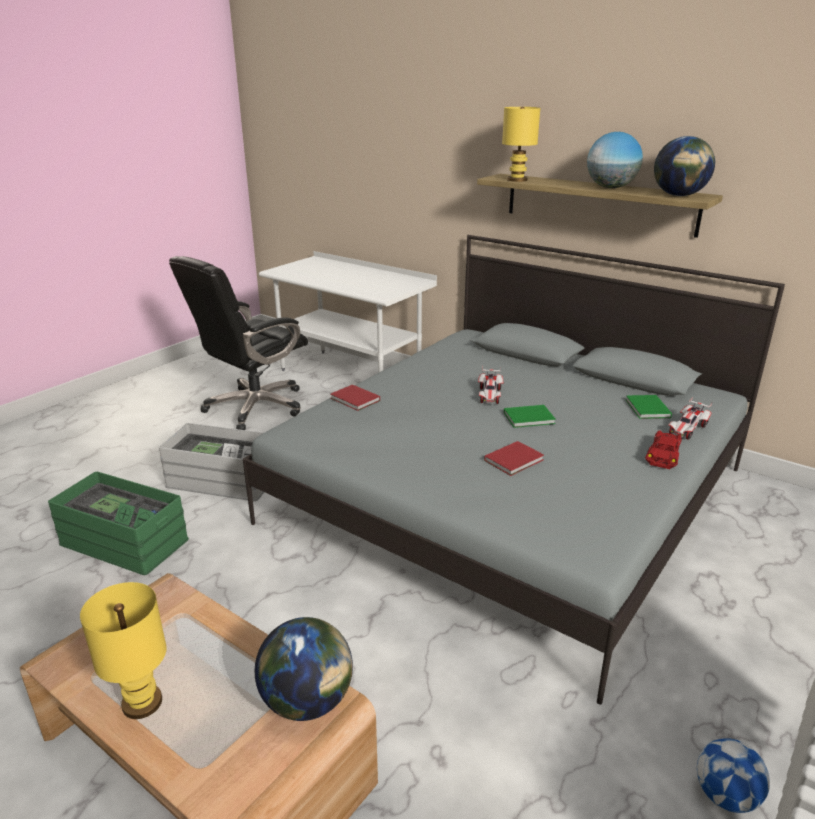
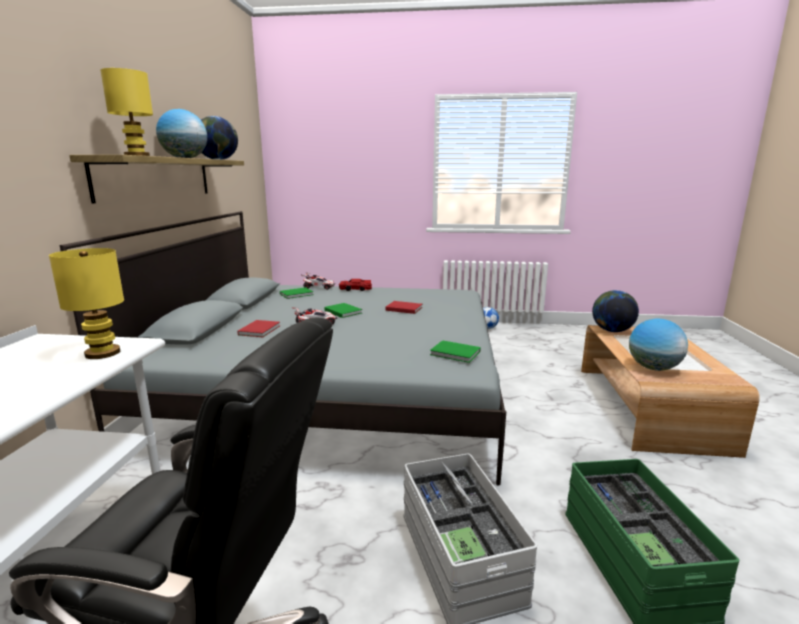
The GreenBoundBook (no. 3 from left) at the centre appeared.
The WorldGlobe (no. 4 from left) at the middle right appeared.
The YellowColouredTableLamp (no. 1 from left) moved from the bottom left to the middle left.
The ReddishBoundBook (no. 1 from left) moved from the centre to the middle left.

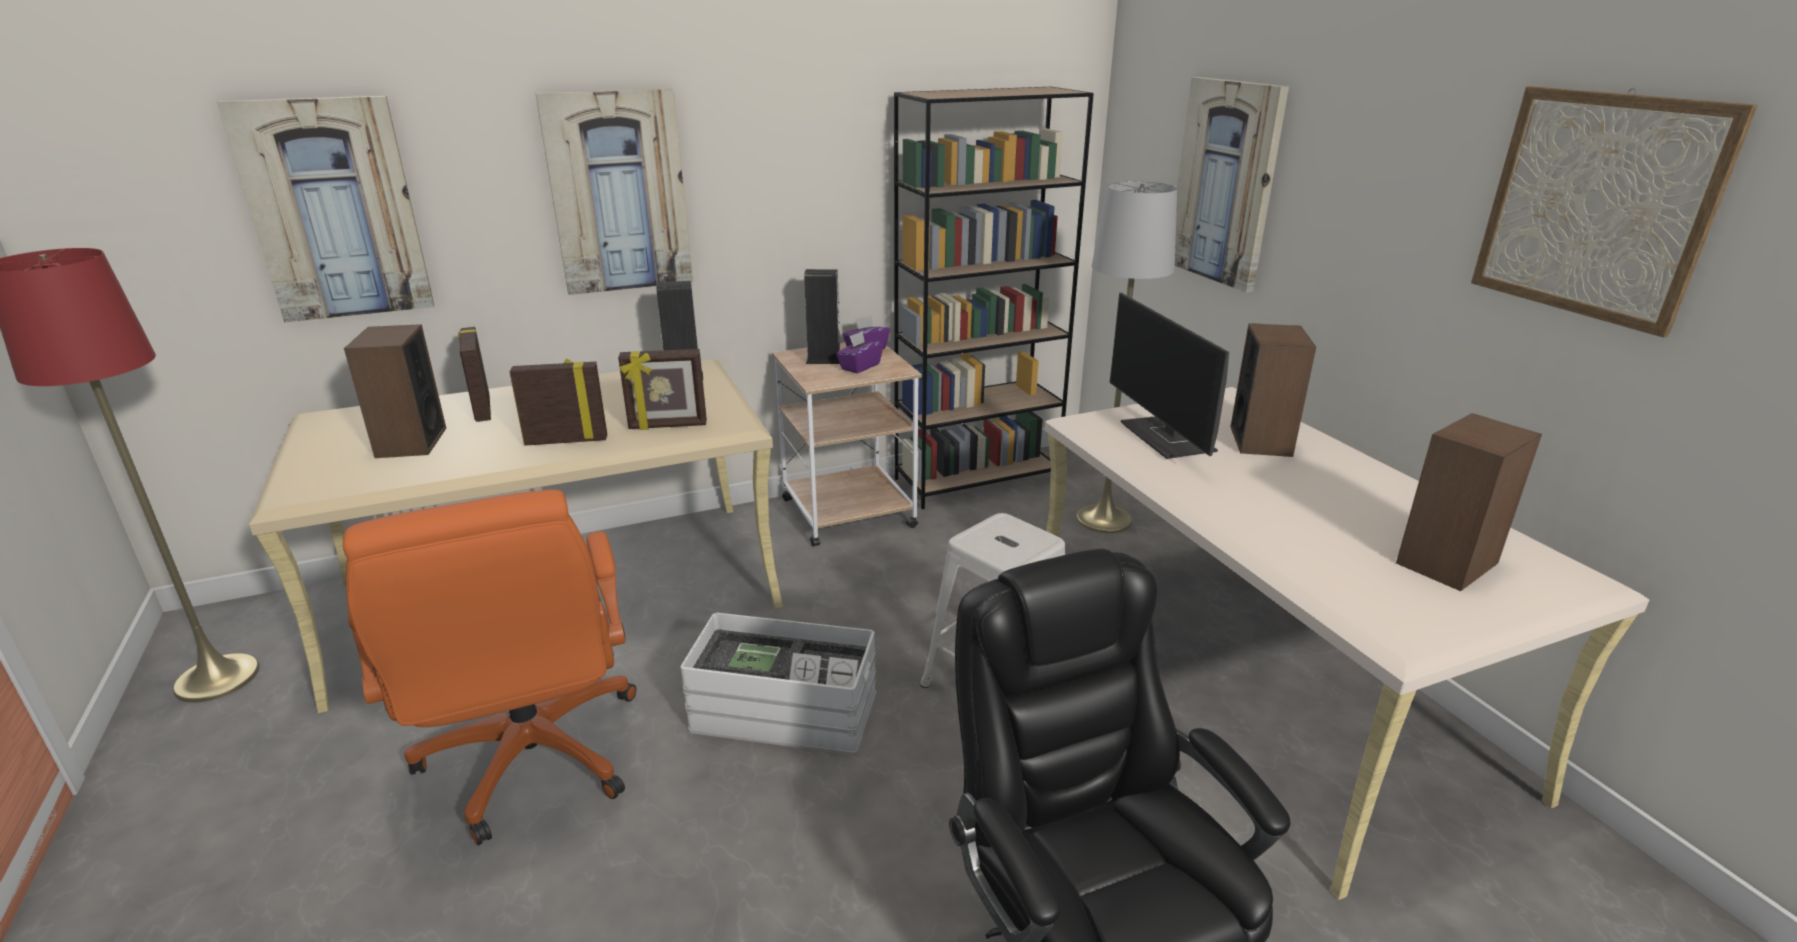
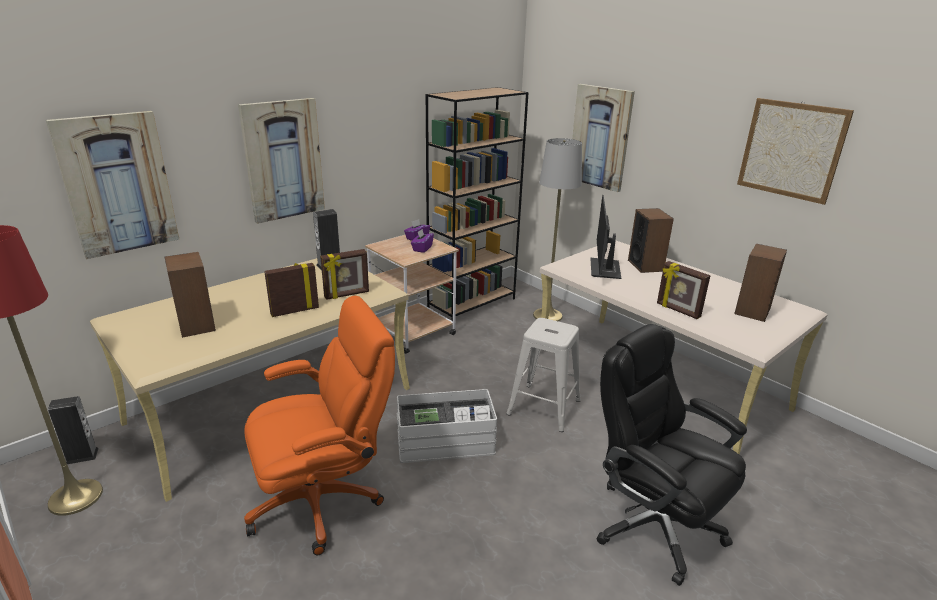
The PictureFrame (no. 1 from left in the first image) moved from the middle left to the middle right.
The AudioSpeaker (no. 3 from left in the first image) moved from the centre to the bottom left.
The OrangeyComputerChair at the bottom left turned 75 degrees counterclockwise.
The Monitor at the centre turned 45 degrees clockwise.

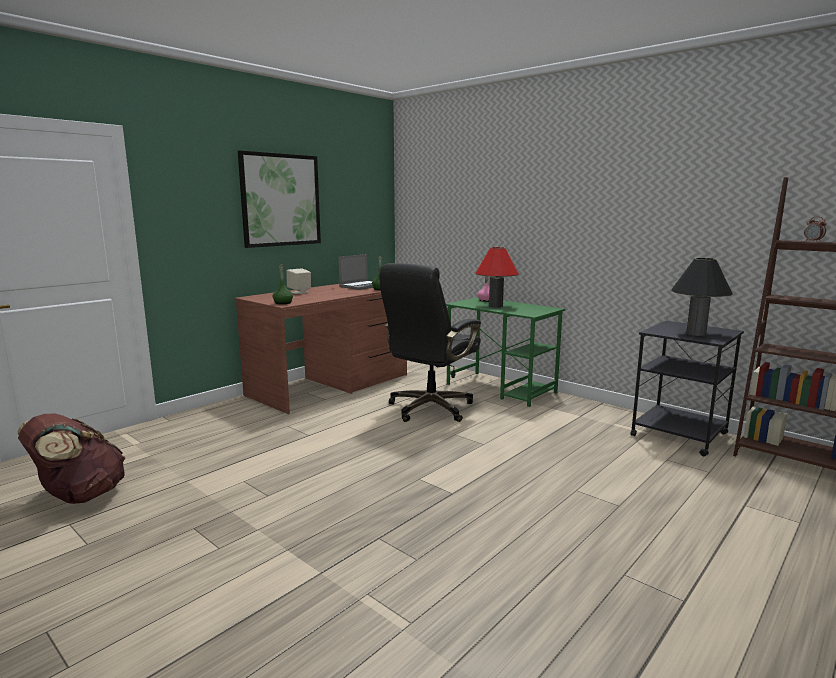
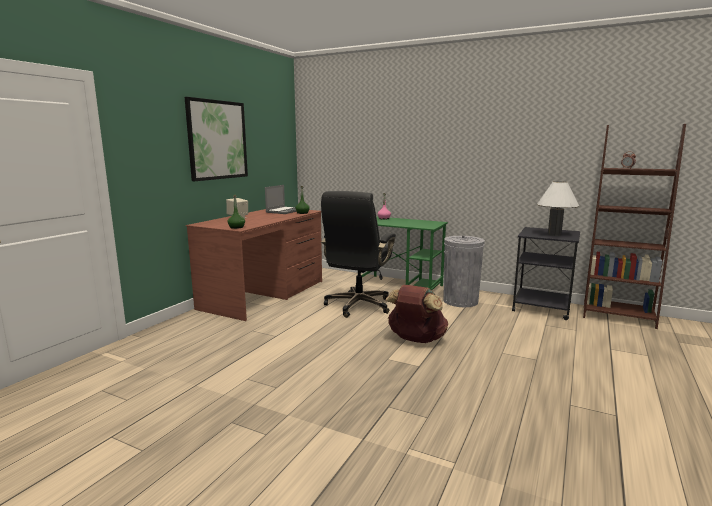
The ReddishTableLamp at the centre disappeared.
The GrayWasteBin at the centre appeared.
The BrownColouredBackpack moved from the bottom left to the centre.
The BlackColouredTableLamp at the middle right became the WhiteTableLamp at the middle right.

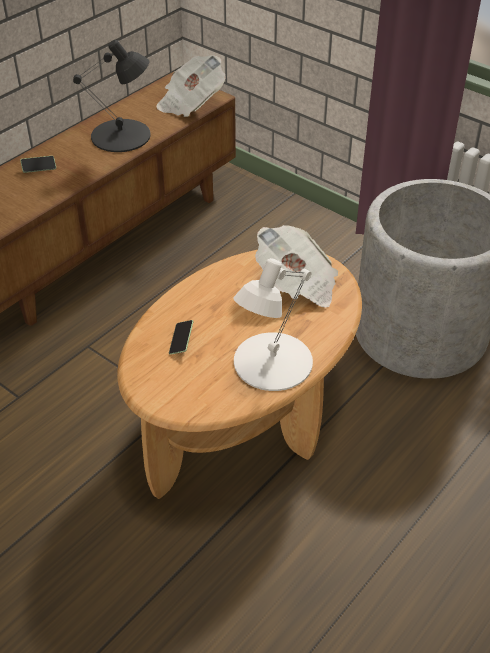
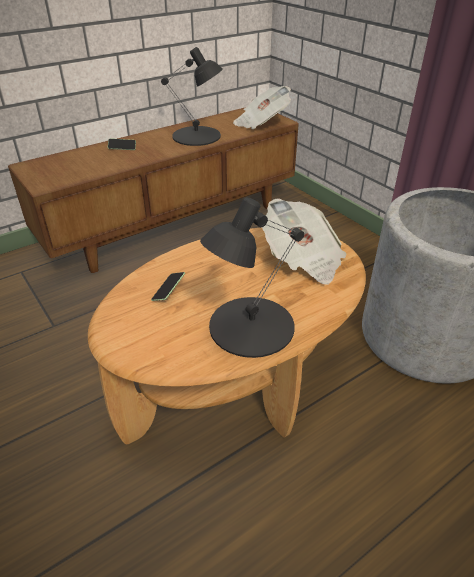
The WhiteTableLamp at the centre became the BlackColouredTableLamp (no. 2 from left) at the centre.

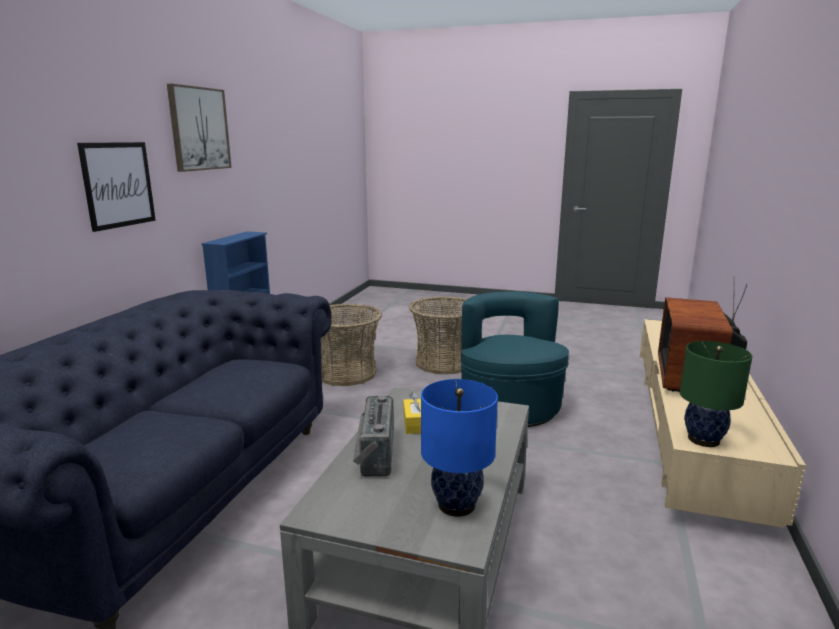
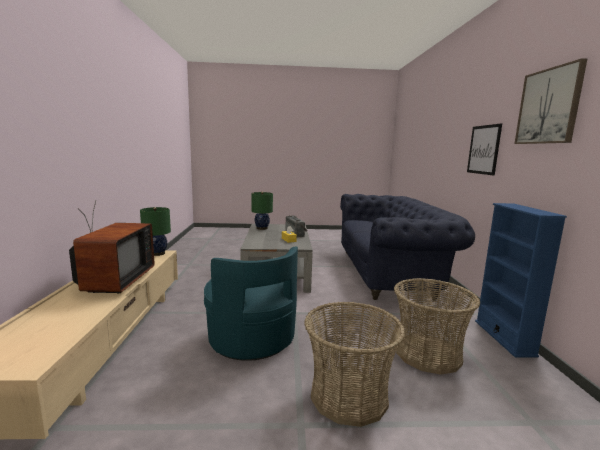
The BlueTableLamp at the bottom centre became the GreenTableLamp (no. 2 from left) at the centre.

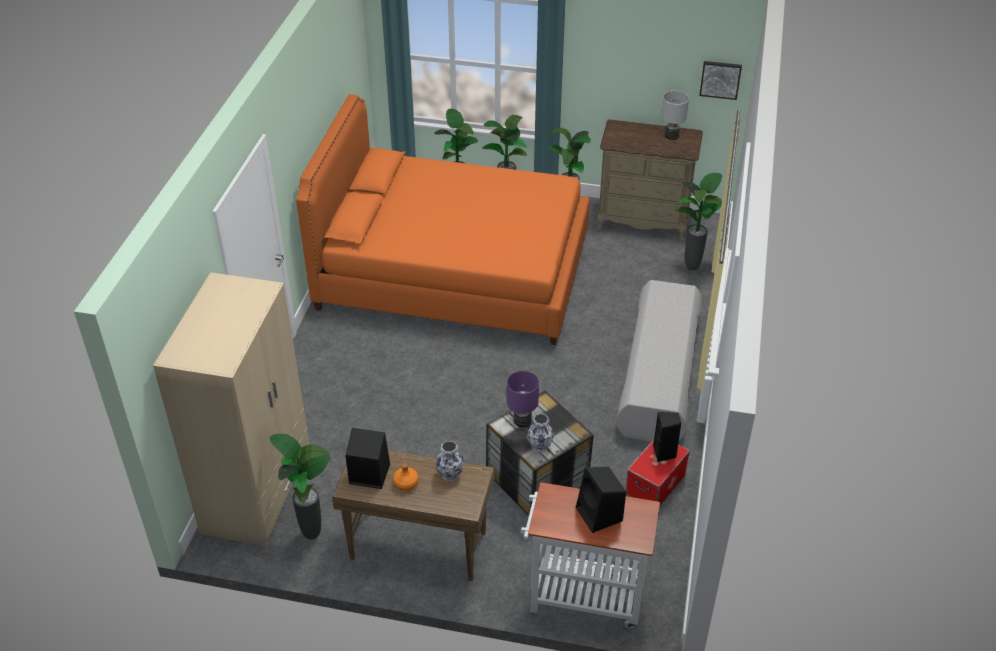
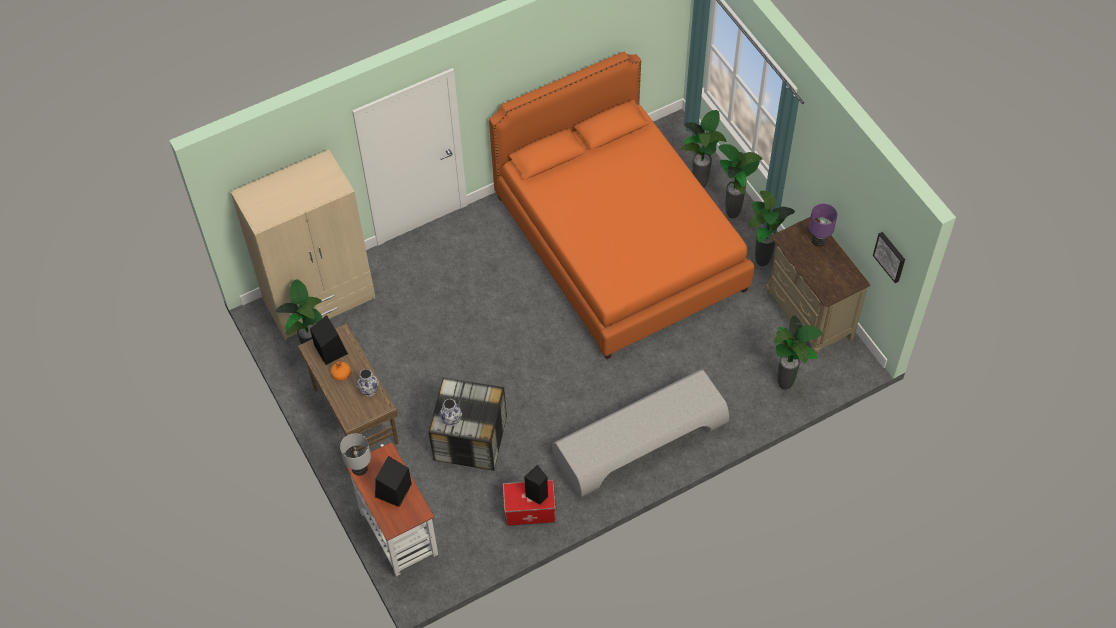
The PurplishTableLamp moved from the centre to the middle right.
The GrayTableLamp moved from the top right to the bottom left.

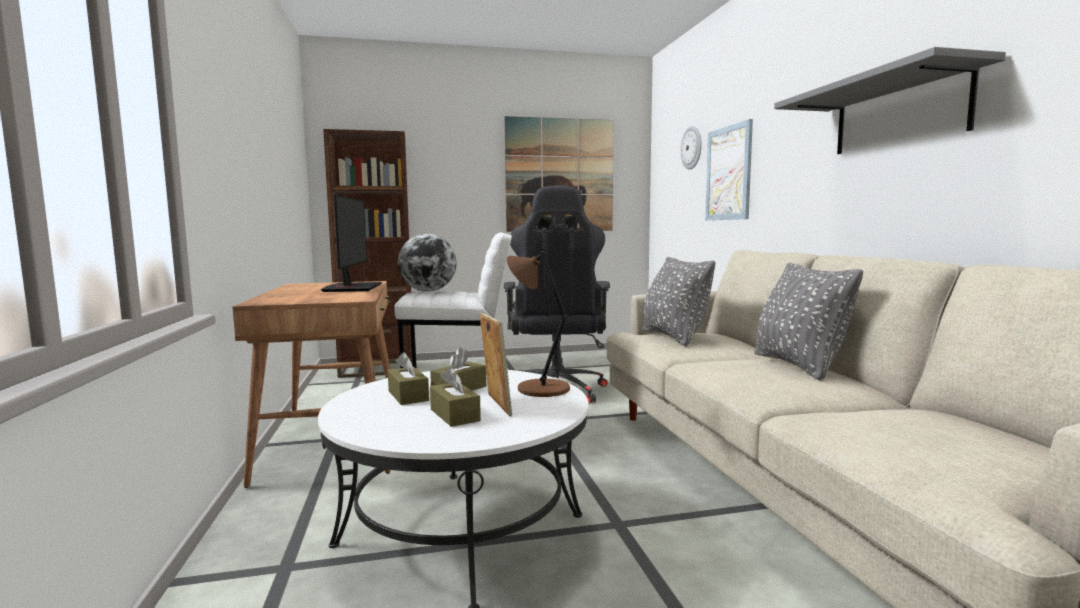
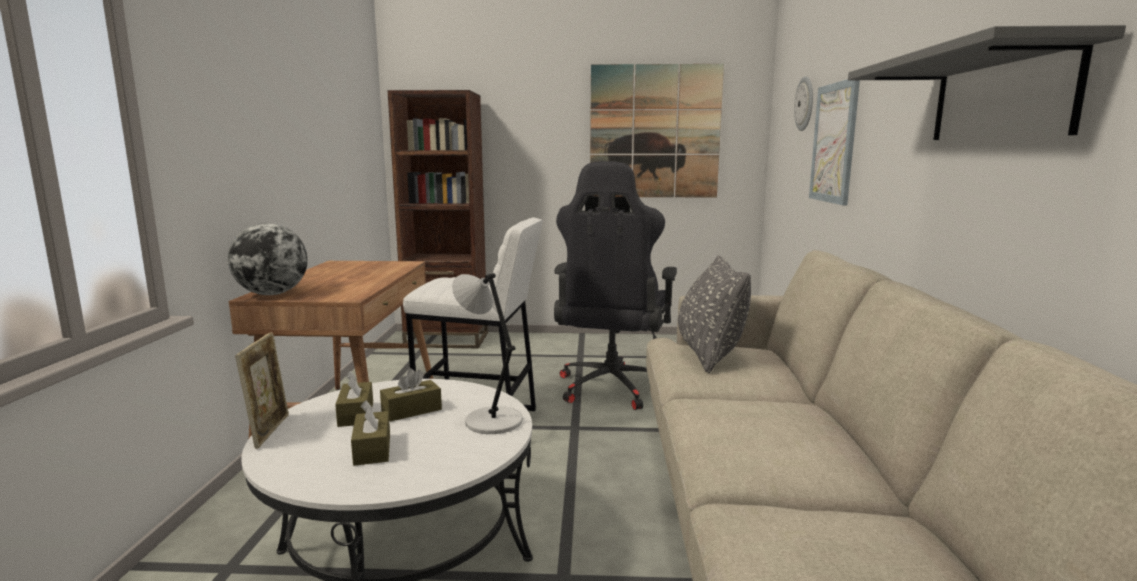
The Monitor at the middle left disappeared.
The GrayCushion (no. 2 from left) at the middle right disappeared.
The WorldGlobe moved from the centre to the middle left.
The PictureFrame moved from the centre to the bottom left.
The BrownColouredTableLamp at the centre became the GrayTableLamp at the centre.

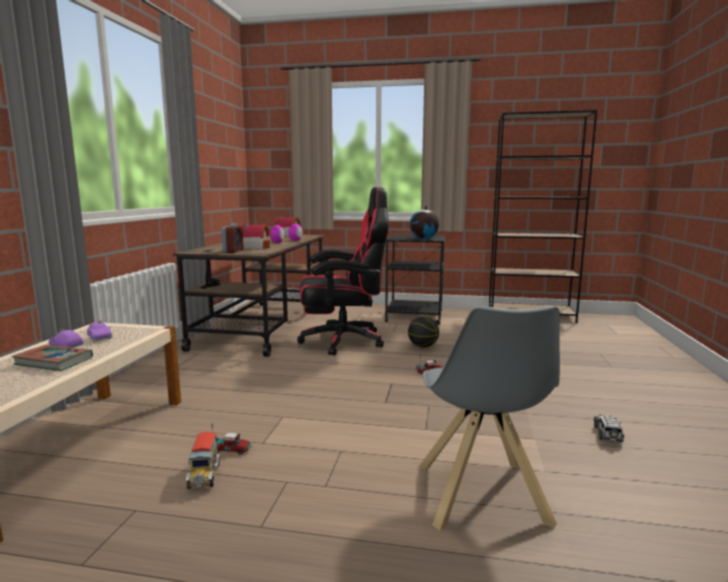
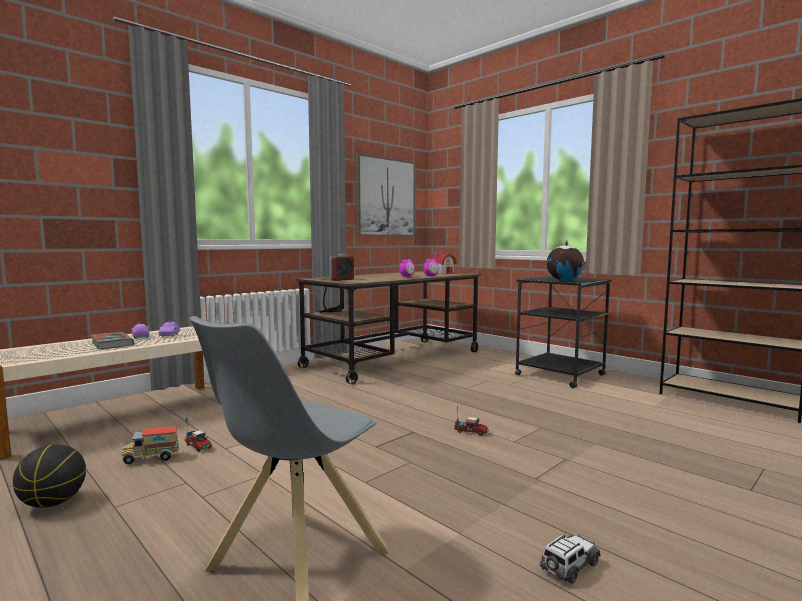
The ToyHouse (no. 1 from left) at the centre disappeared.
The BlackColouredComputerChair at the centre disappeared.
The WallPicture at the top centre appeared.
The BasketballBall moved from the centre to the bottom left.
The ModelTruck (no. 1 from left) at the bottom left turned 45 degrees clockwise.

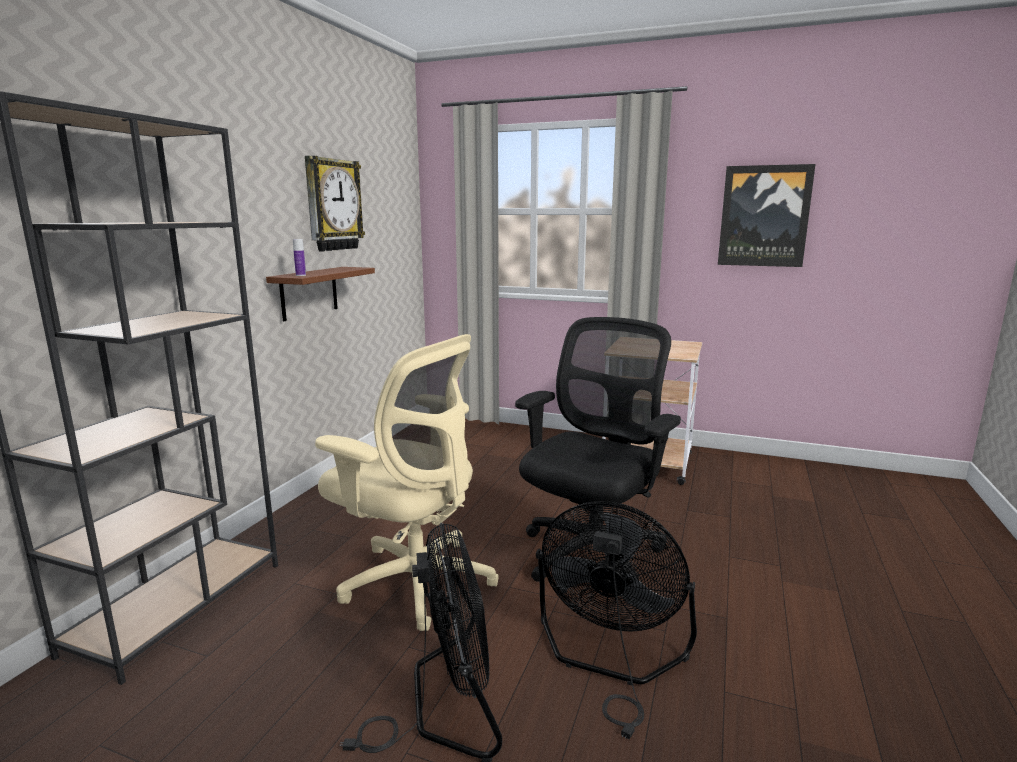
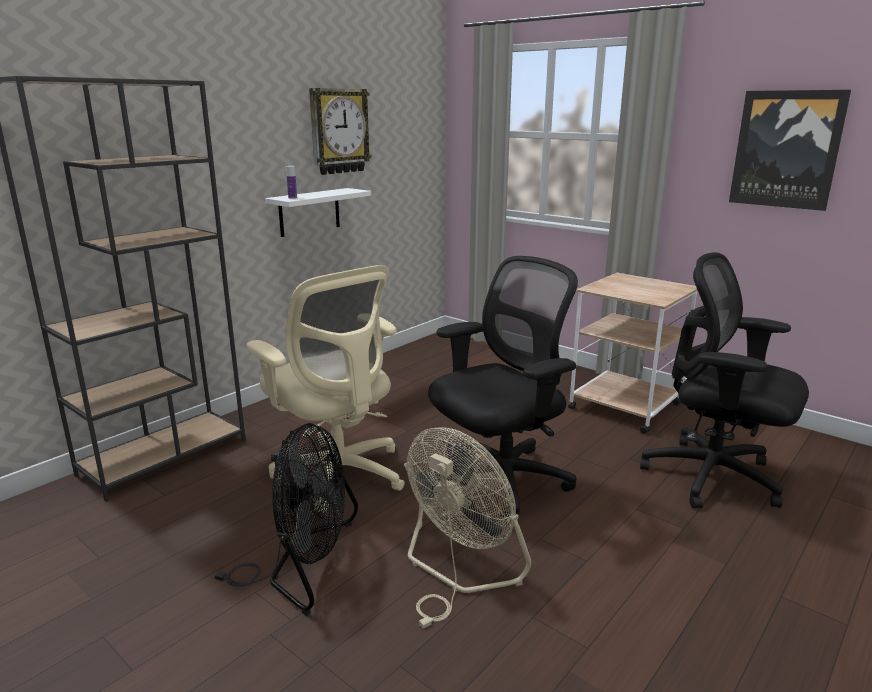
The BlackColouredComputerChair (no. 2 from left) at the middle right appeared.
The BrownColouredBracketShelf at the middle left became the WhiteBracketShelf at the top centre.
The BlackColouredElectricFan (no. 2 from left) at the bottom centre became the BeigeColouredElectricFan at the bottom centre.

